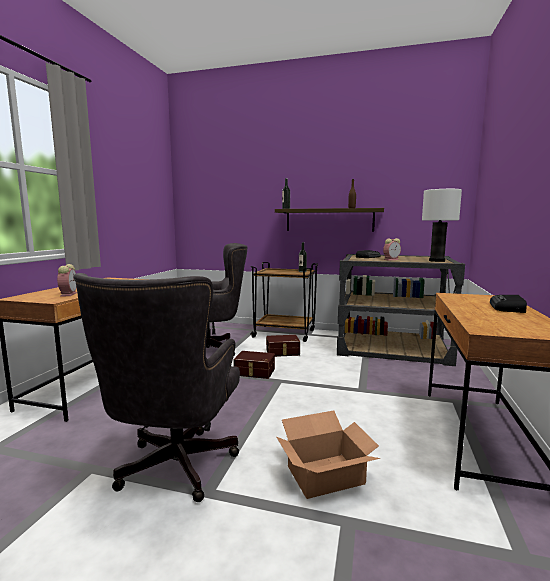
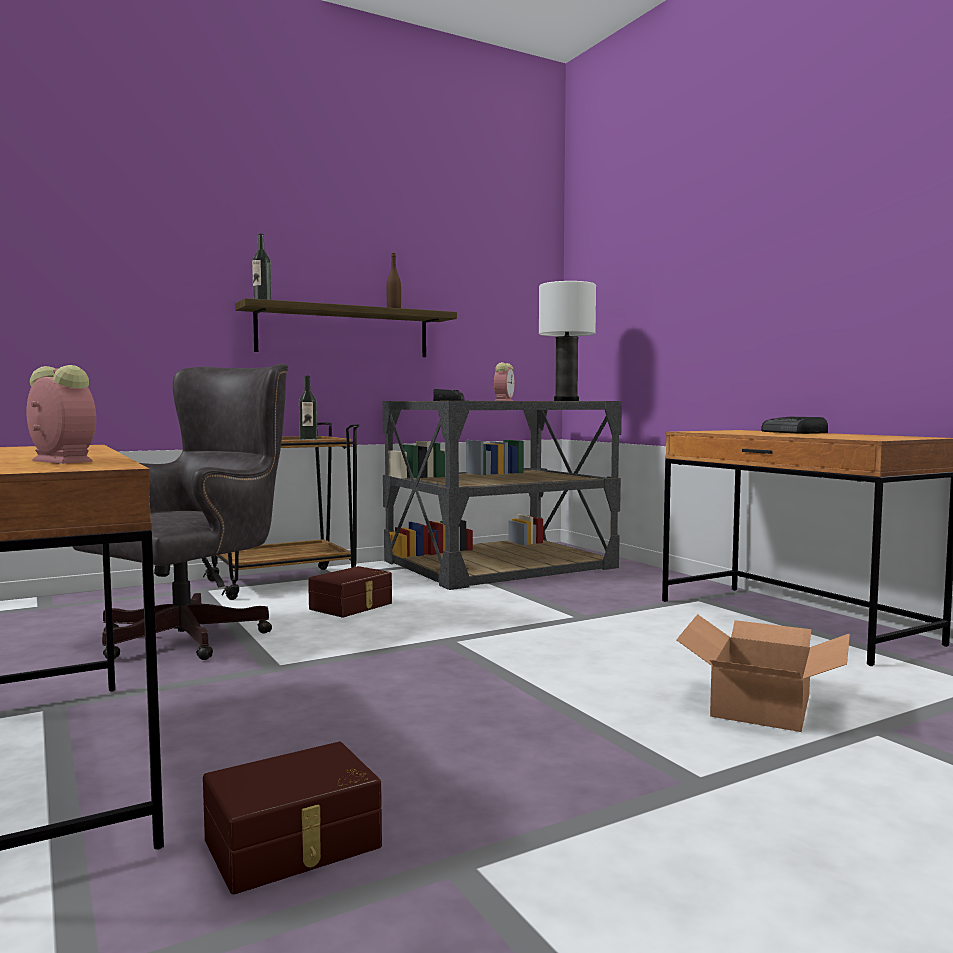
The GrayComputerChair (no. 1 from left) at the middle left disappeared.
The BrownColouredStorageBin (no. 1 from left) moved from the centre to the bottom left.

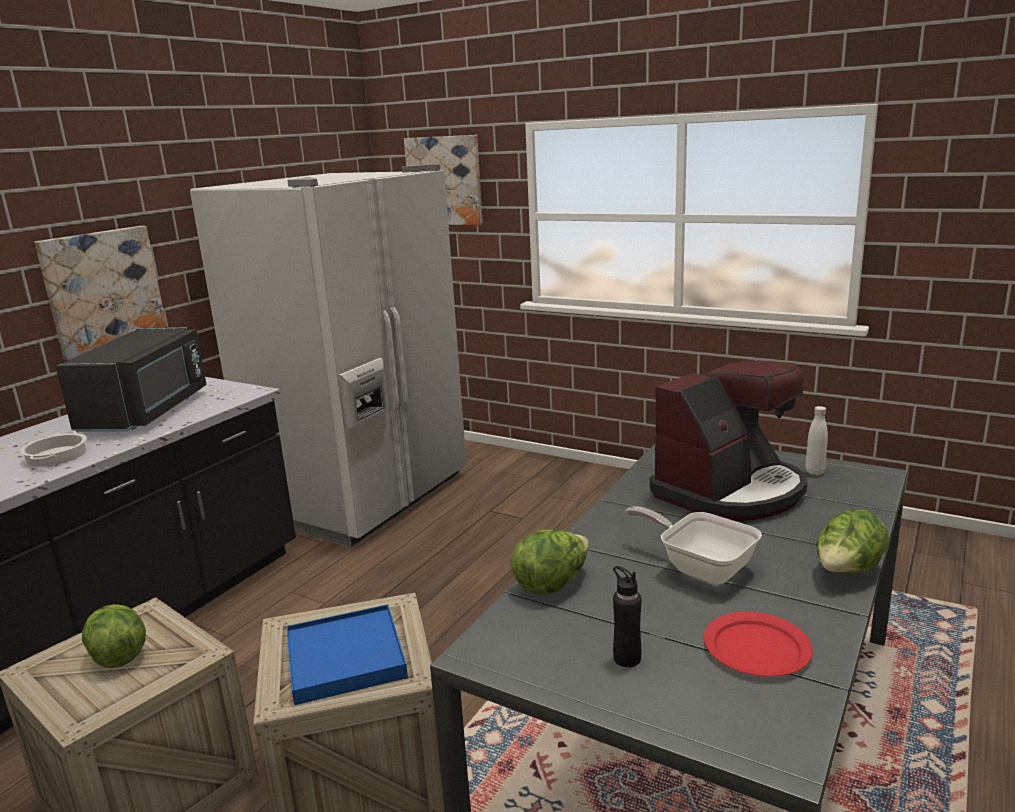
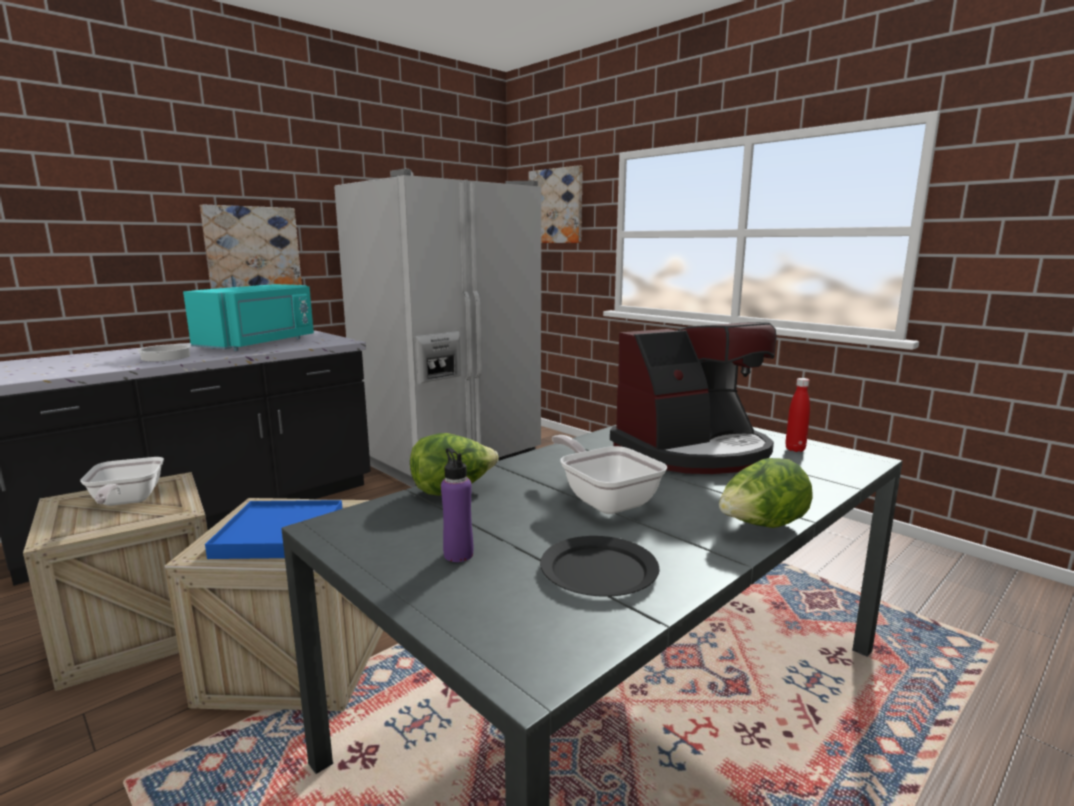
The HeadOfLettuce (no. 1 from left) at the bottom left was replaced by the Skillet (no. 1 from left) at the middle left.
The BlackColouredKitchenMicrowave at the middle left became the TurquoiseColouredKitchenMicrowave at the middle left.
The BlackColouredBeverageBottle at the bottom centre became the PurplishBeverageBottle at the centre.
The ReddishDinnerPlate at the bottom right became the BlackColouredDinnerPlate at the bottom centre.
The WhiteBeverageBottle at the middle right became the ReddishBeverageBottle at the middle right.

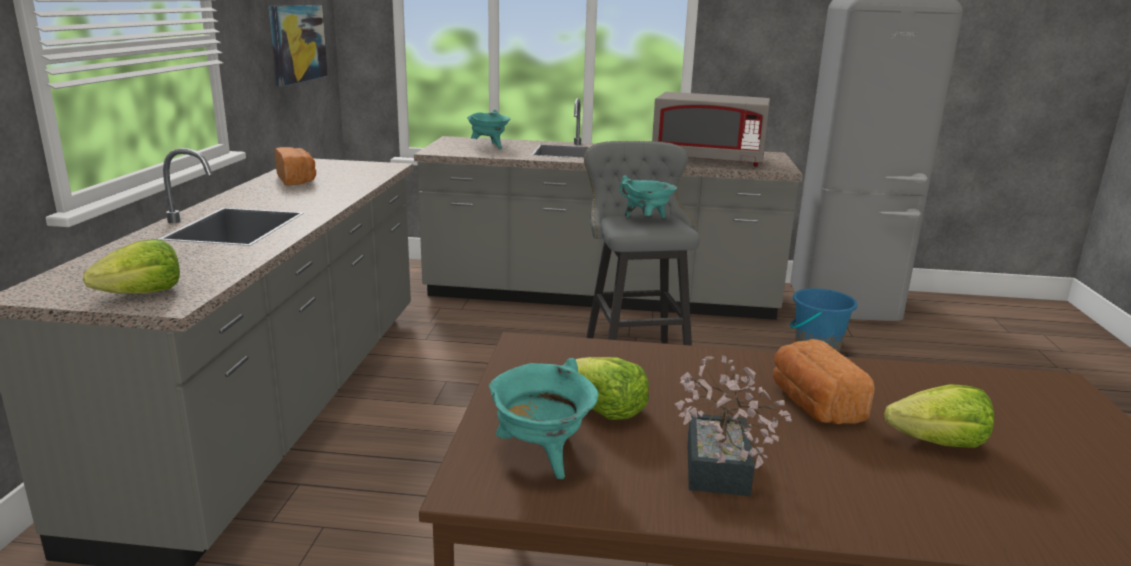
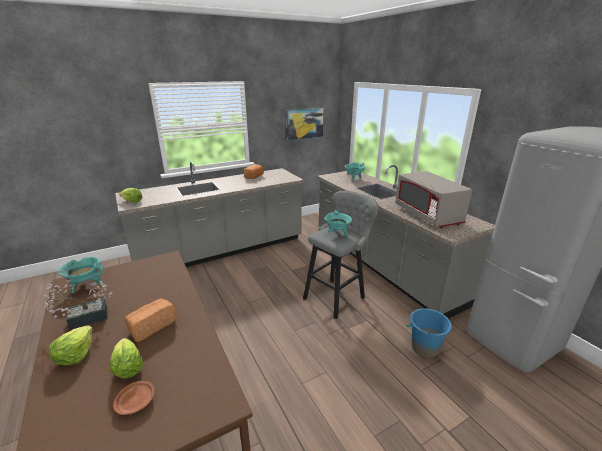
The BrownColouredDinnerPlate at the bottom left appeared.
The HeadOfLettuce (no. 2 from left in the first image) moved from the bottom centre to the bottom left.

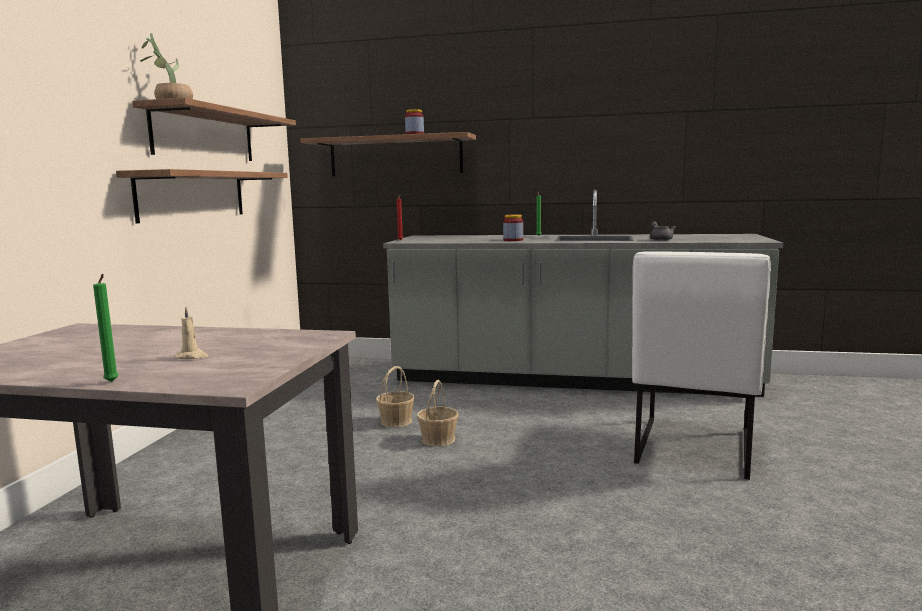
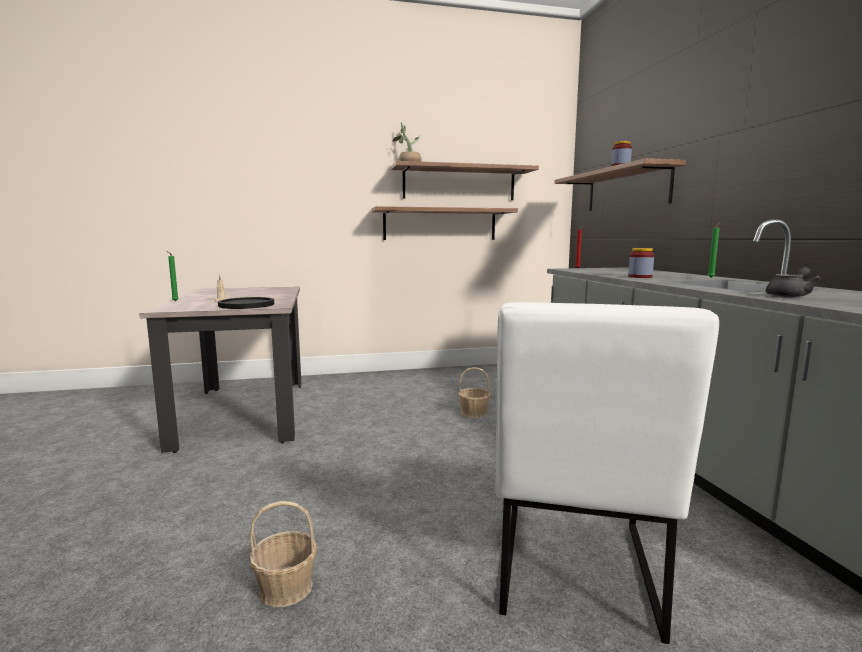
The BlackColouredDinnerPlate at the middle left appeared.
The HouseholdBasket (no. 2 from left in the first image) moved from the bottom centre to the bottom left.
The WhiteUprightChair at the middle right turned 75 degrees counterclockwise.

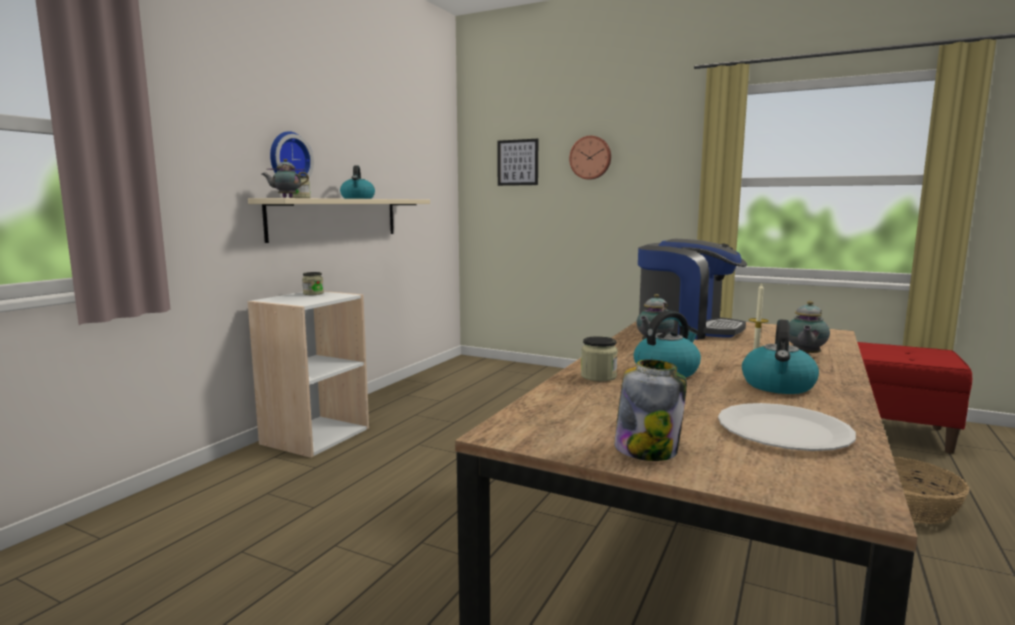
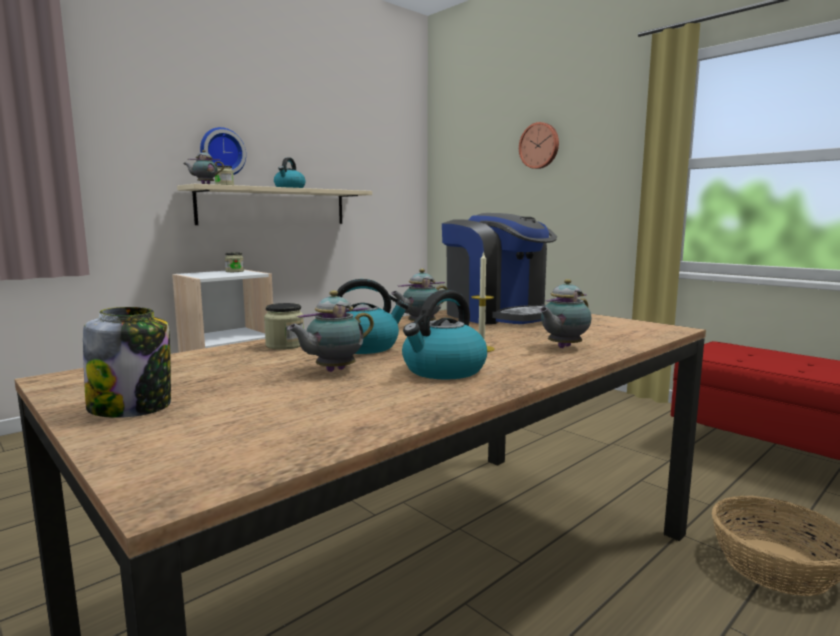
The WallPicture at the top centre disappeared.
The WhiteDinnerPlate at the bottom right disappeared.
The PotForTea (no. 2 from left) at the centre appeared.

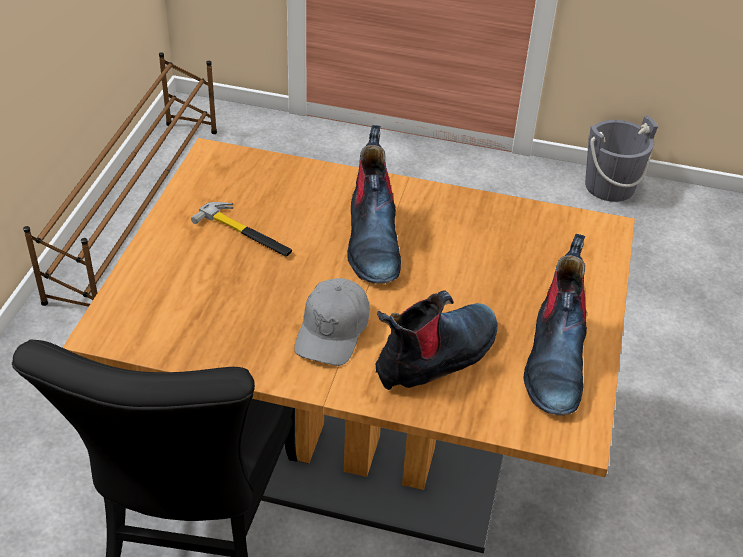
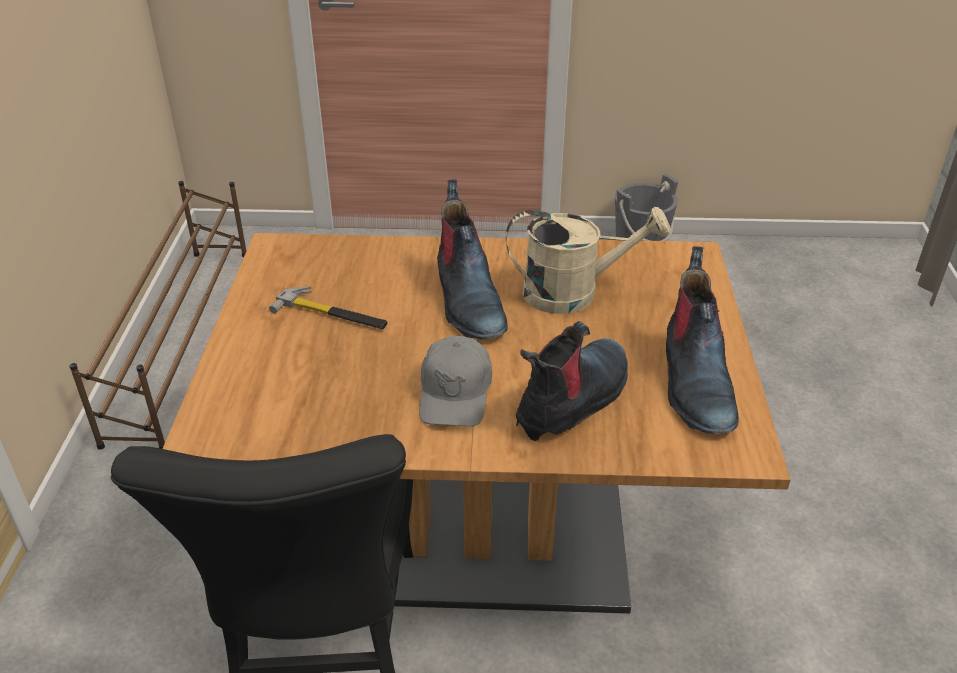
The BeigeColouredSprinklingCan at the centre appeared.

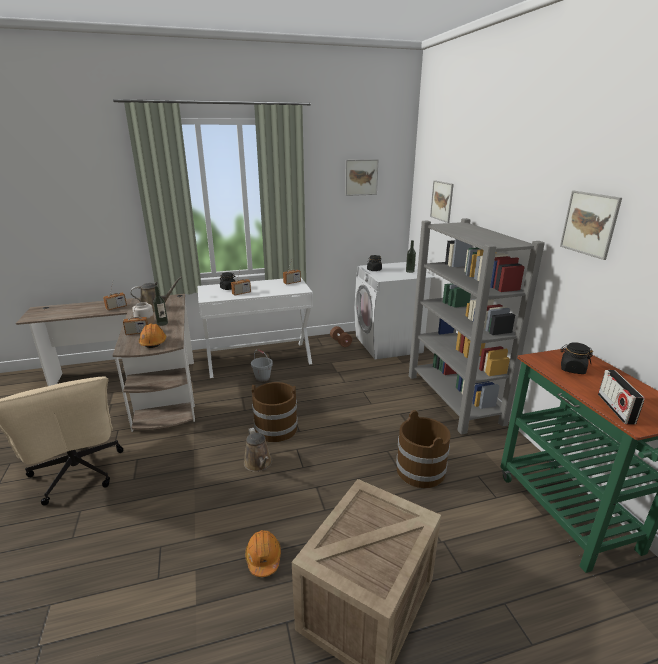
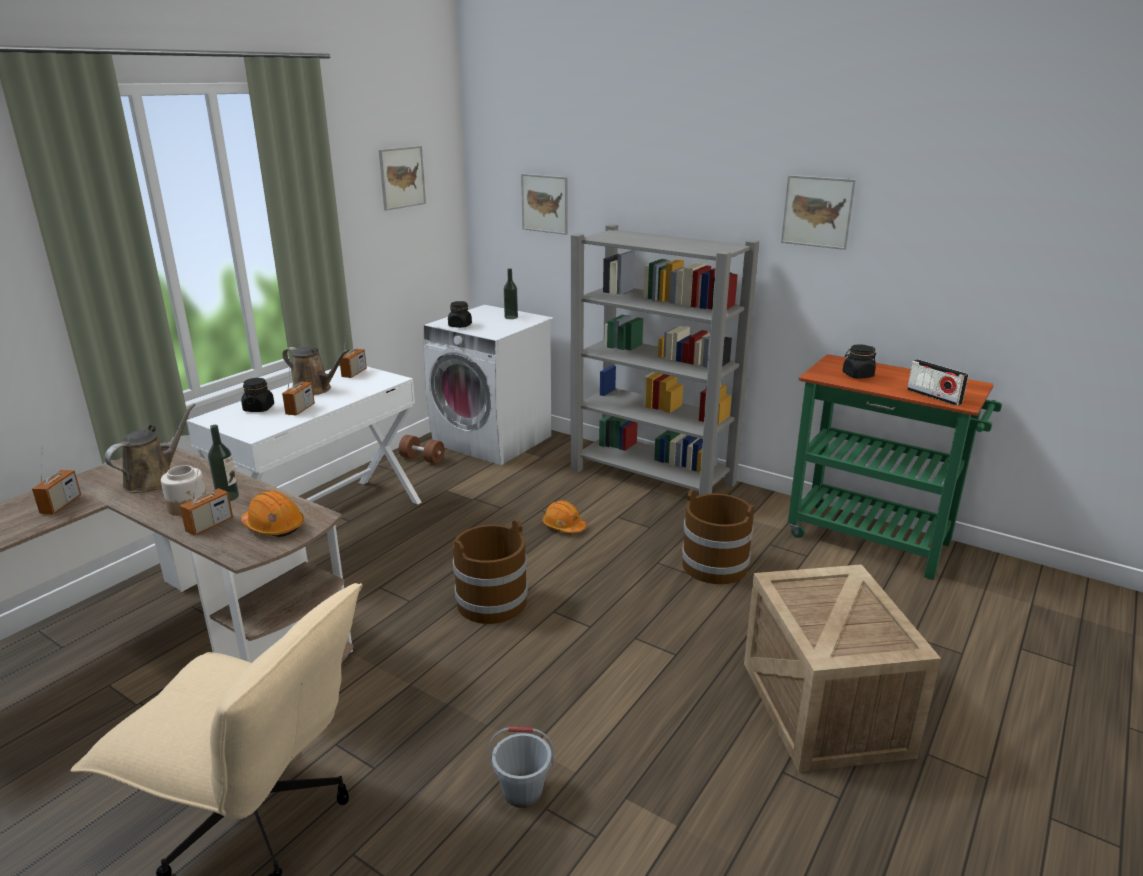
The BrownColouredSprinklingCan (no. 2 from left) moved from the bottom centre to the middle left.
The OrangeyWorkHelmet (no. 2 from left) moved from the bottom centre to the centre.
The GrayWaterBucket moved from the centre to the bottom centre.

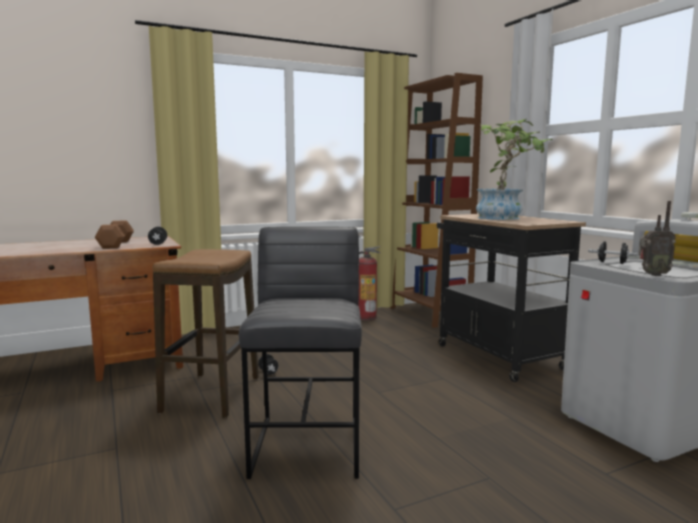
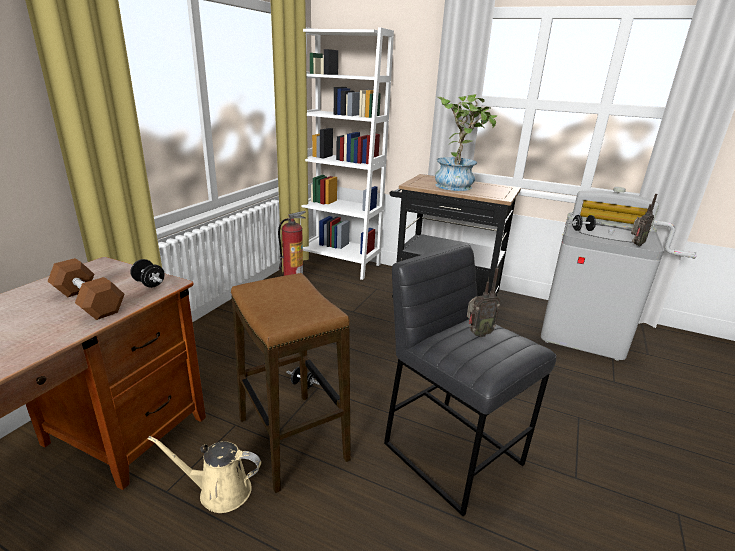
The BeigeColouredSprinklingCan at the bottom left appeared.
The RadioSet (no. 1 from left) at the centre appeared.
The BrownColouredShelvingUnit at the centre became the WhiteShelvingUnit at the top centre.

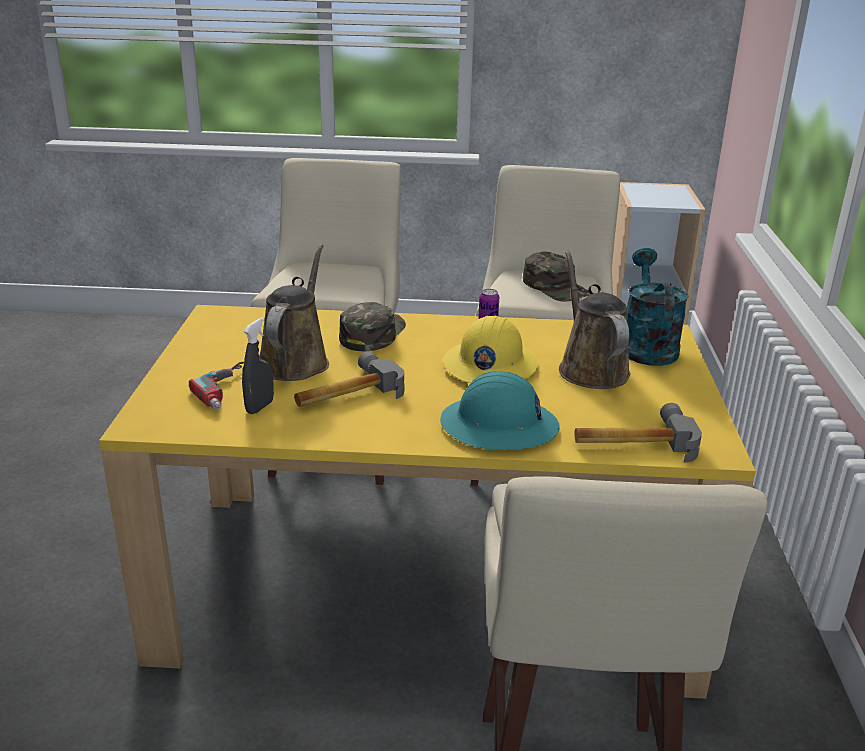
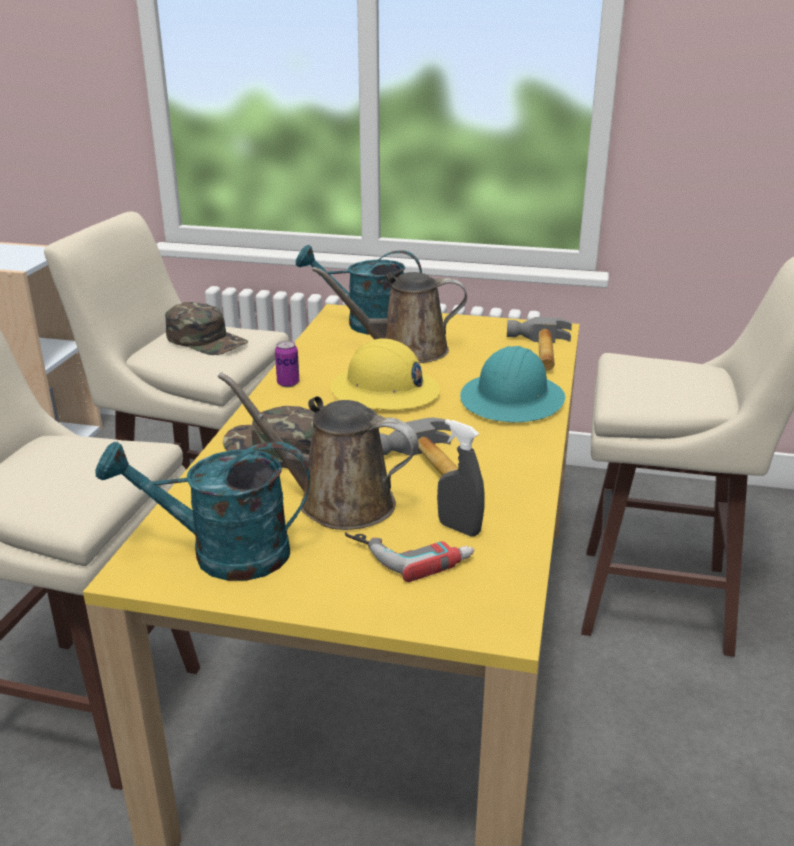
The TurquoiseColouredSprinklingCan (no. 1 from left) at the middle left appeared.
The GreenCap (no. 2 from left in the first image) at the centre turned 60 degrees clockwise.

